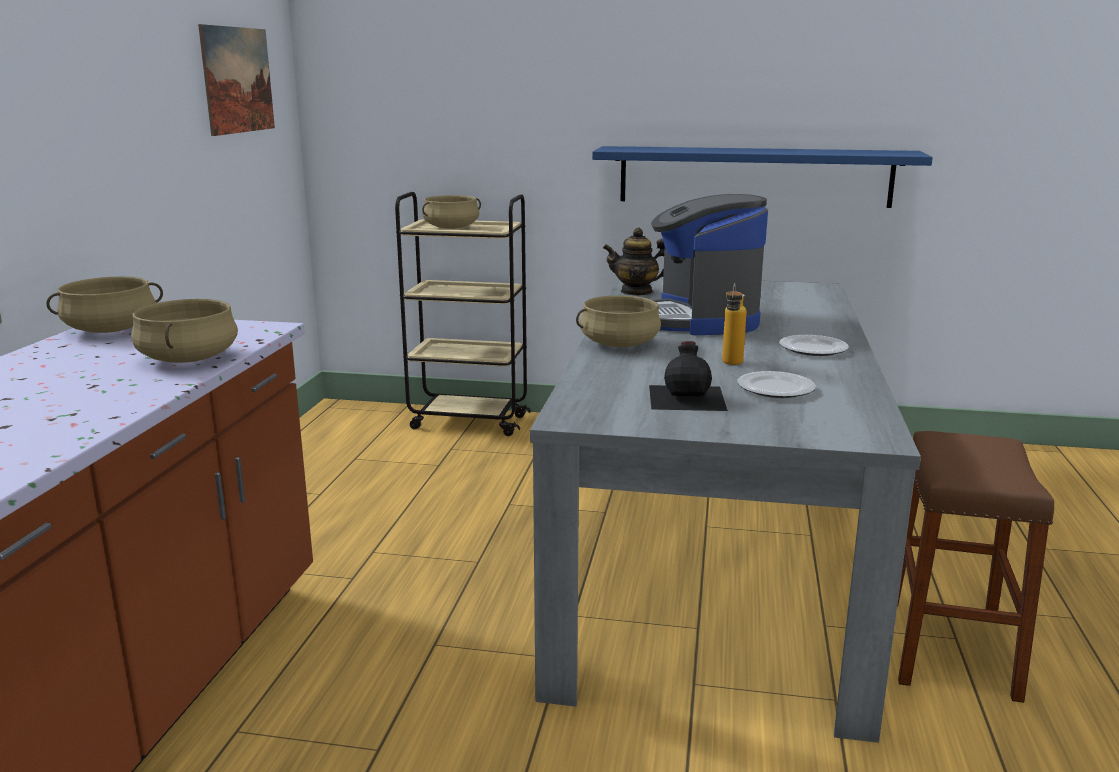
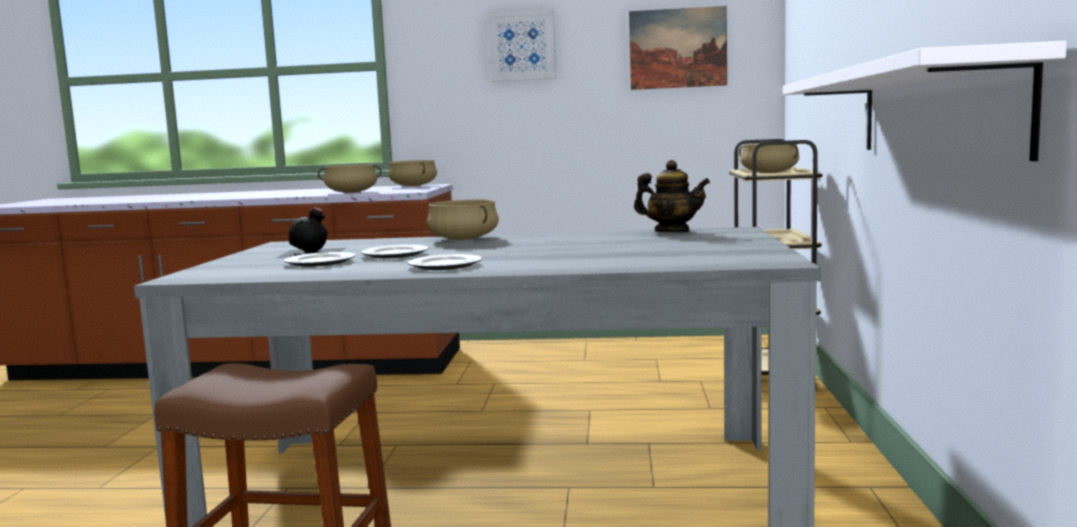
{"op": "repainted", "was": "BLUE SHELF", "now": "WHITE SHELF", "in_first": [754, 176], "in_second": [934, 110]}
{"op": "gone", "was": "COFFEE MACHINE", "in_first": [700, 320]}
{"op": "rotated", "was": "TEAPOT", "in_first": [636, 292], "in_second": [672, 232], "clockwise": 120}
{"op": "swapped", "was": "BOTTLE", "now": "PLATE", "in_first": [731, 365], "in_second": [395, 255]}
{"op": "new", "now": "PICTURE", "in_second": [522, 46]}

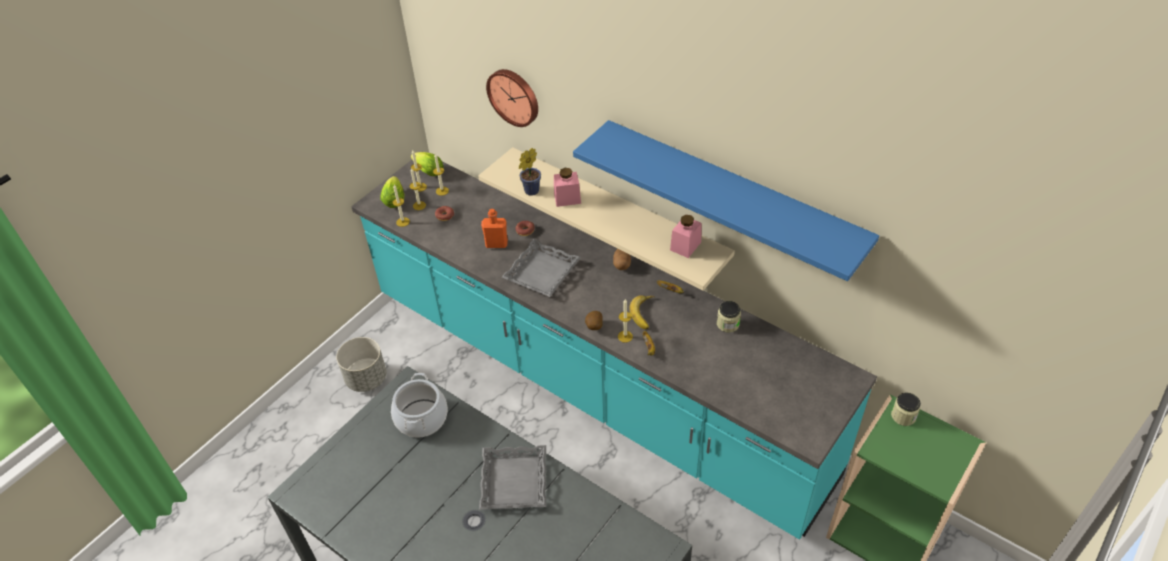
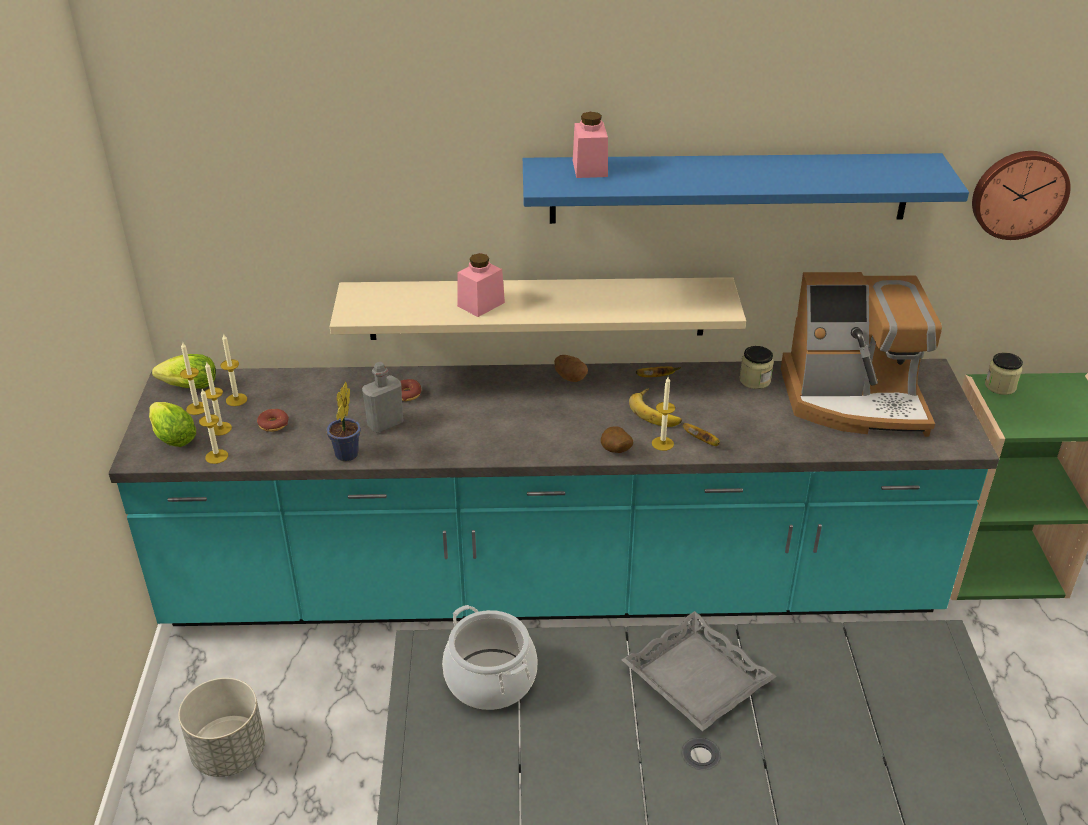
{"op": "shifted", "was": "WALL CLOCK", "in_first": [514, 96], "in_second": [1018, 193]}
{"op": "shifted", "was": "POTTED PLANT", "in_first": [530, 192], "in_second": [345, 456]}
{"op": "repainted", "was": "ORANGE BOTTLE", "now": "GREY BOTTLE", "in_first": [496, 244], "in_second": [385, 423]}
{"op": "shifted", "was": "PINK JAR", "in_first": [685, 246], "in_second": [590, 168]}
{"op": "gone", "was": "GREY TRAY", "in_first": [542, 273]}
{"op": "new", "now": "COFFEE MACHINE", "in_second": [854, 400]}

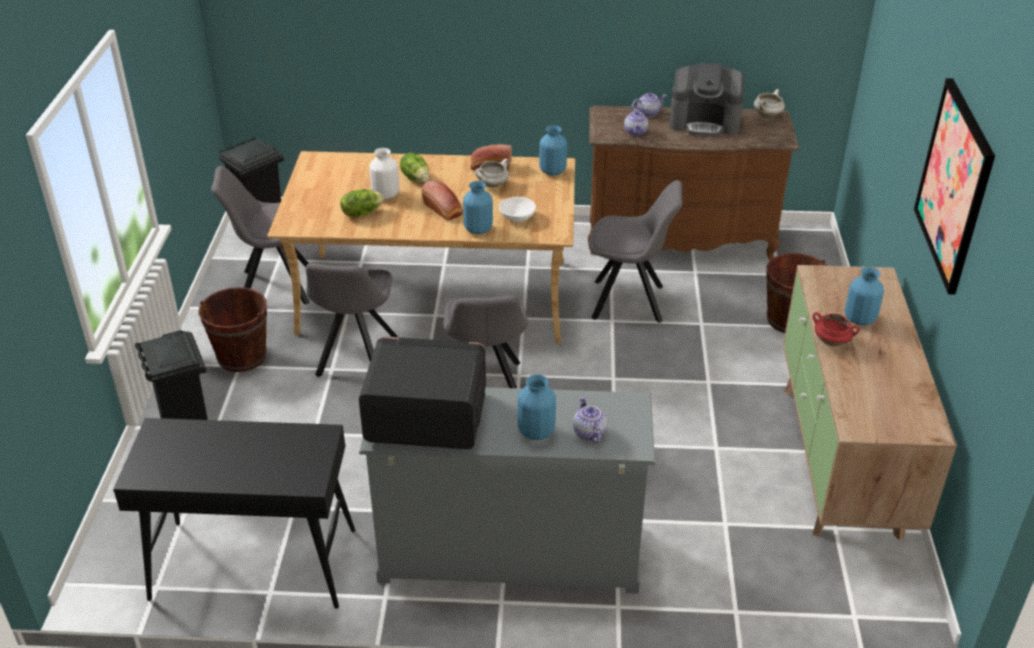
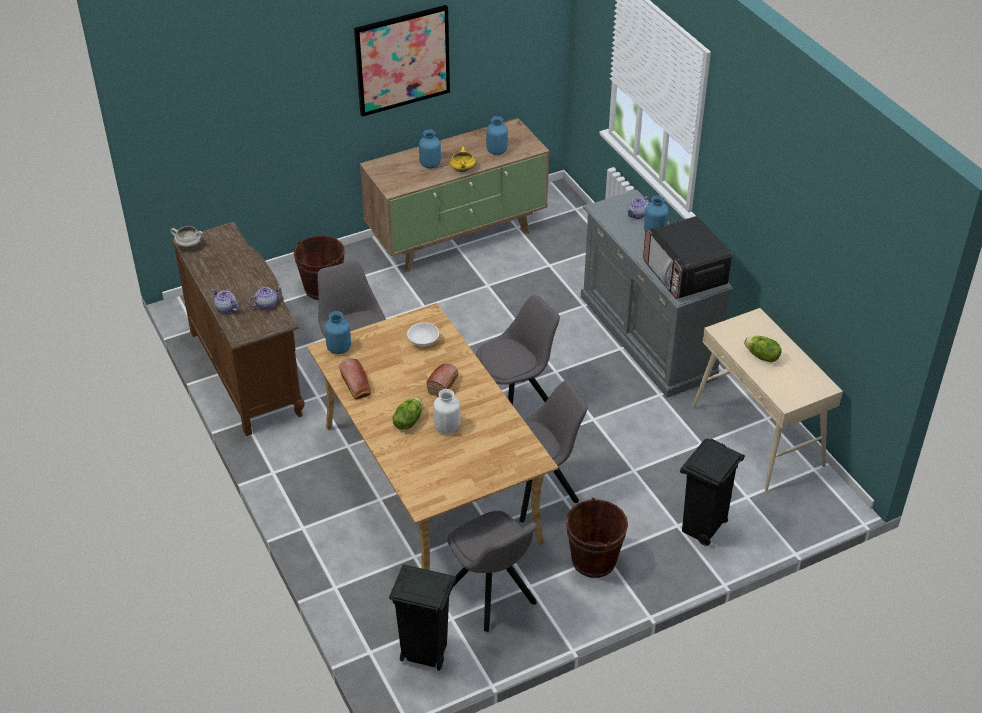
{"op": "gone", "was": "COFFEE MACHINE", "in_first": [704, 122]}
{"op": "gone", "was": "WHITE COOKING POT", "in_first": [492, 185]}
{"op": "shifted", "was": "BLUE VASE", "in_first": [478, 229], "in_second": [497, 151]}
{"op": "shifted", "was": "LETTUCE", "in_first": [361, 213], "in_second": [761, 356]}
{"op": "repainted", "was": "RED COOKING POT", "now": "YELLOW COOKING POT", "in_first": [832, 342], "in_second": [462, 169]}
{"op": "repainted", "was": "BLACK CONSOLE TABLE", "now": "BEIGE CONSOLE TABLE", "in_first": [253, 565], "in_second": [758, 436]}

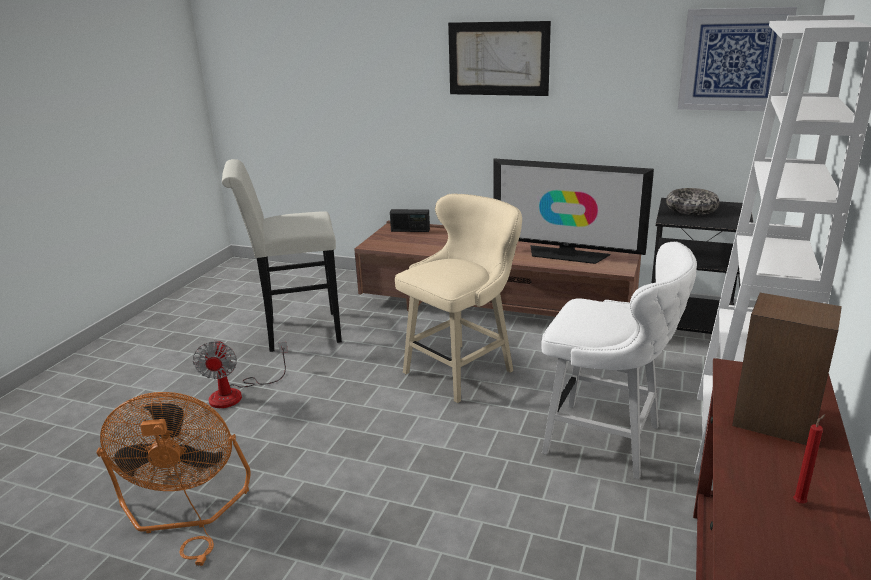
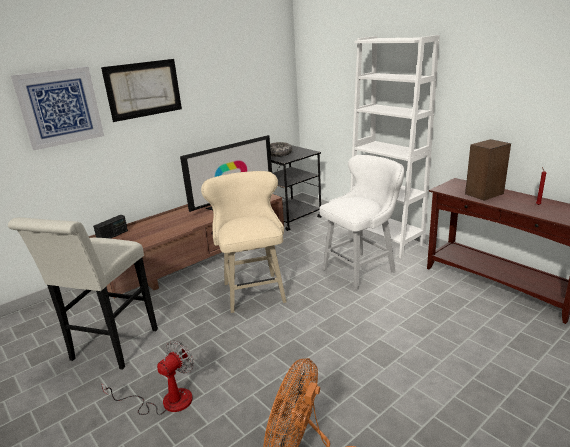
{"op": "shifted", "was": "PICTURE", "in_first": [734, 60], "in_second": [60, 107]}
{"op": "rotated", "was": "FAN", "in_first": [236, 394], "in_second": [166, 401], "clockwise": -75}

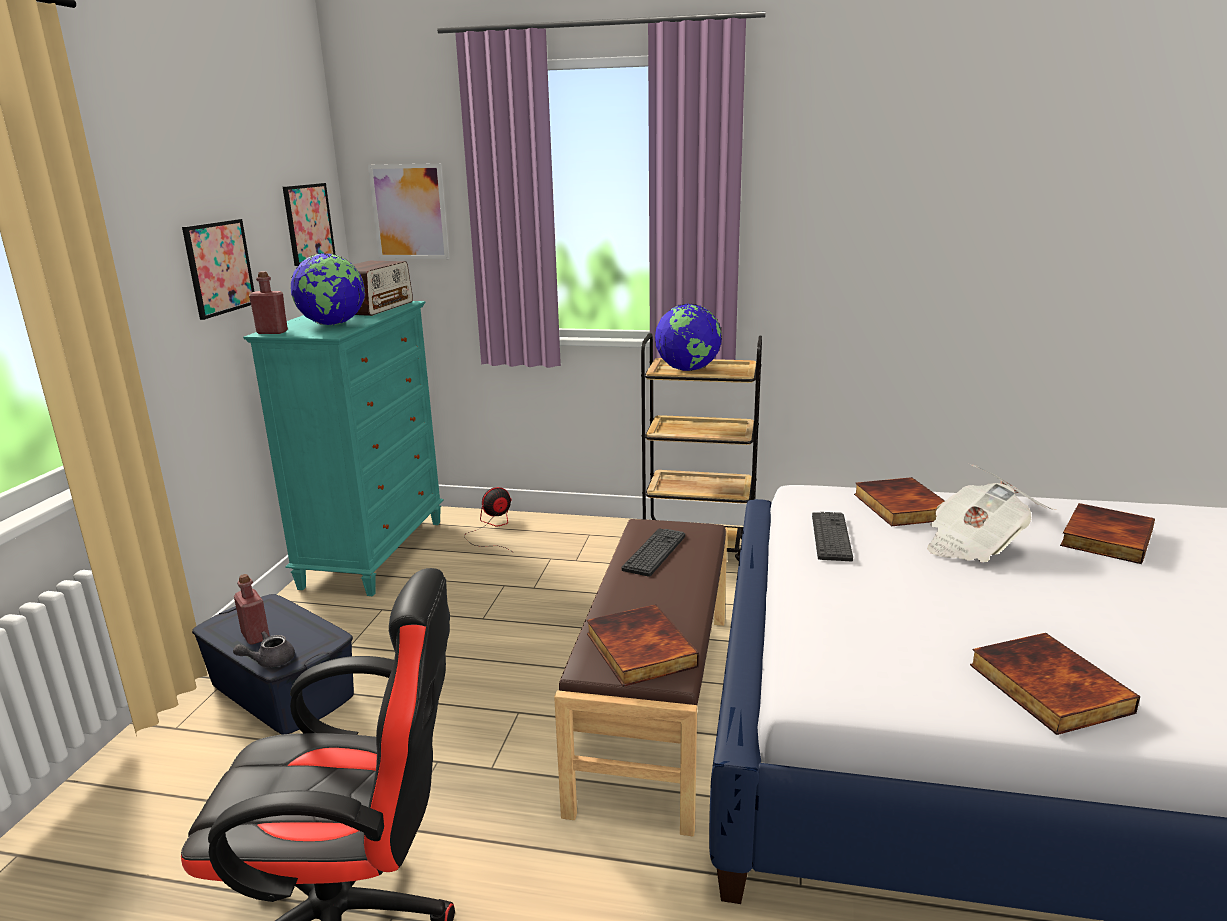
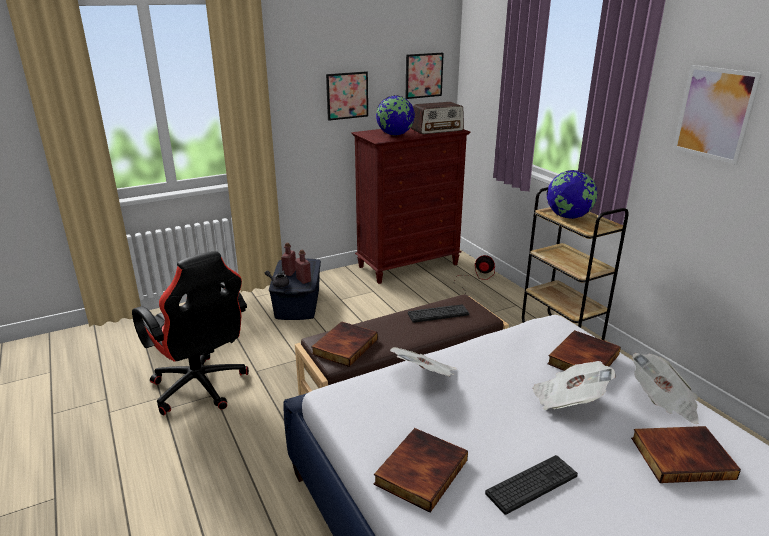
{"op": "shifted", "was": "PICTURE", "in_first": [409, 212], "in_second": [714, 113]}
{"op": "shifted", "was": "RED BOTTLE", "in_first": [272, 332], "in_second": [303, 280]}
{"op": "repainted", "was": "TURQUOISE DRESSER", "now": "RED DRESSER", "in_first": [374, 553], "in_second": [409, 265]}
{"op": "shifted", "was": "KEYBOARD", "in_first": [831, 537], "in_second": [532, 484]}
{"op": "new", "now": "NEWSPAPER", "in_second": [425, 377]}

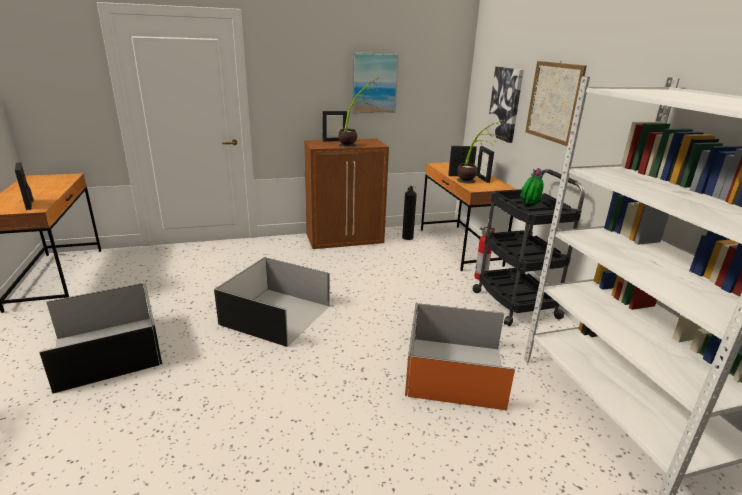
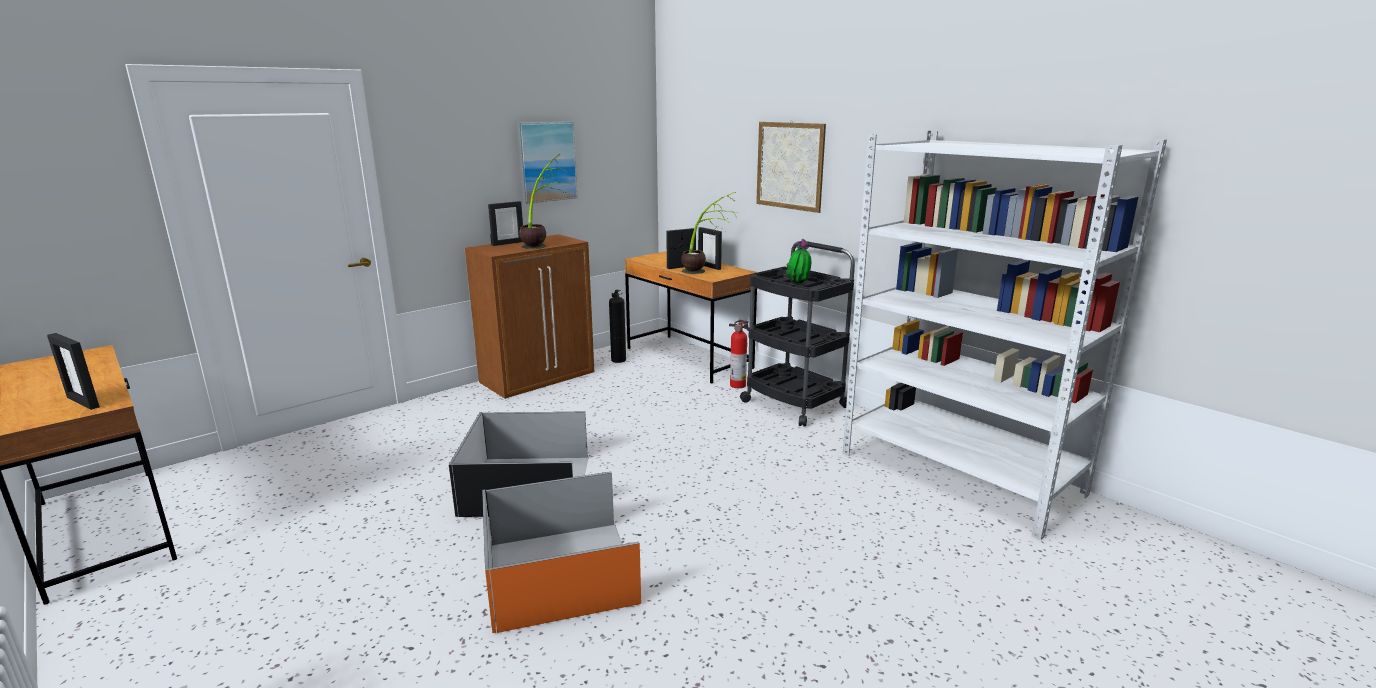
{"op": "gone", "was": "PICTURE", "in_first": [505, 104]}
{"op": "gone", "was": "BLACK STORAGE BOX", "in_first": [107, 350]}
{"op": "shifted", "was": "ORANGE STORAGE BOX", "in_first": [455, 372], "in_second": [560, 574]}

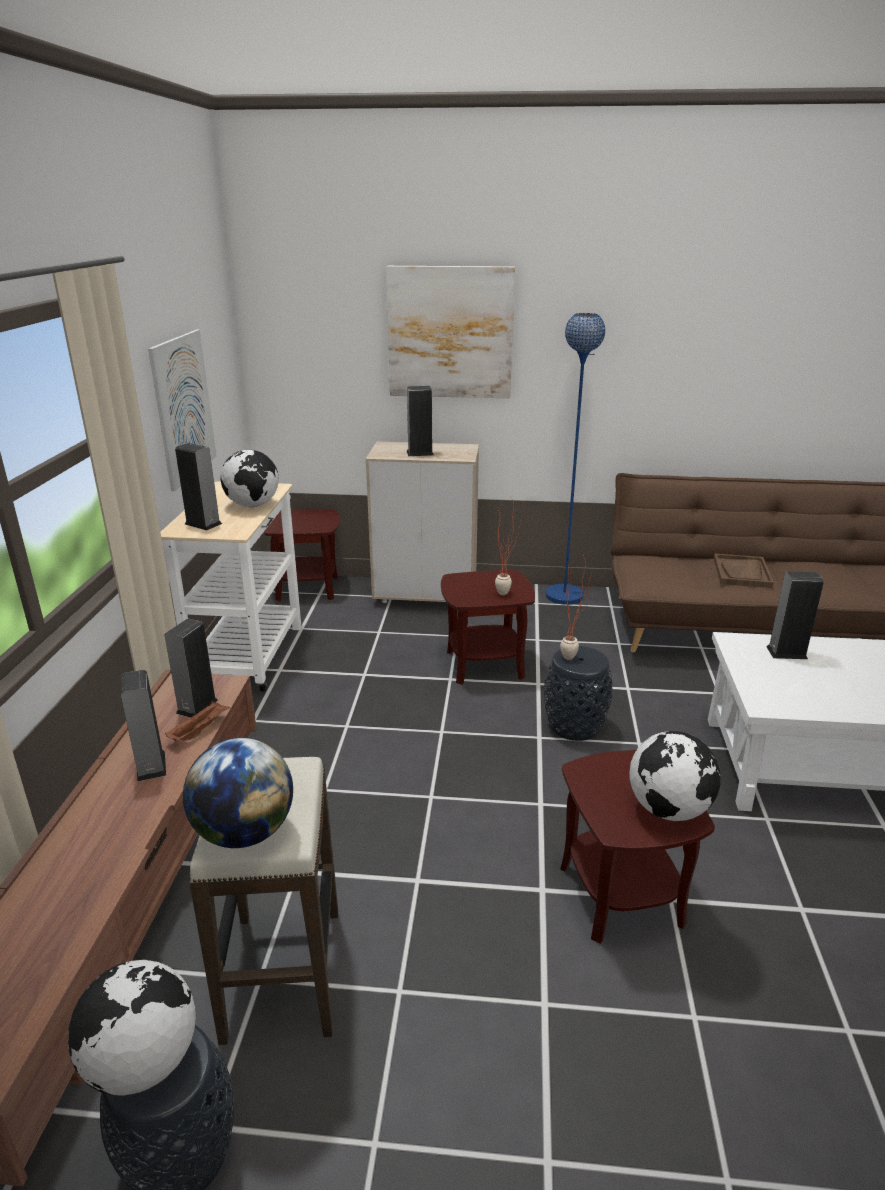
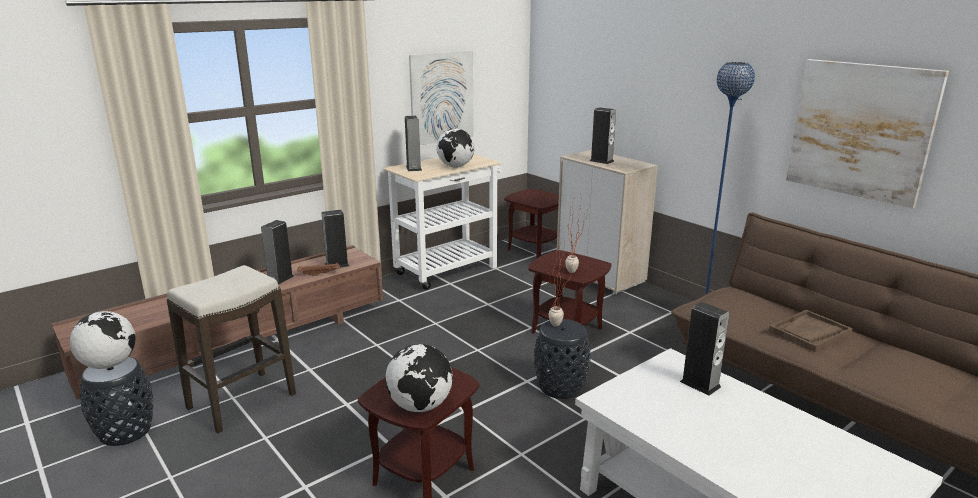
{"op": "shifted", "was": "PICTURE", "in_first": [450, 333], "in_second": [860, 130]}
{"op": "gone", "was": "GLOBE", "in_first": [244, 832]}

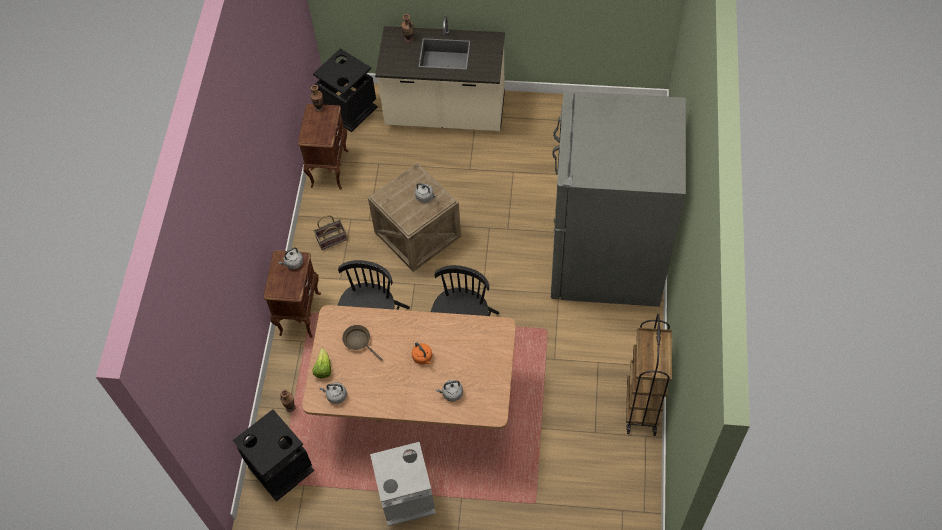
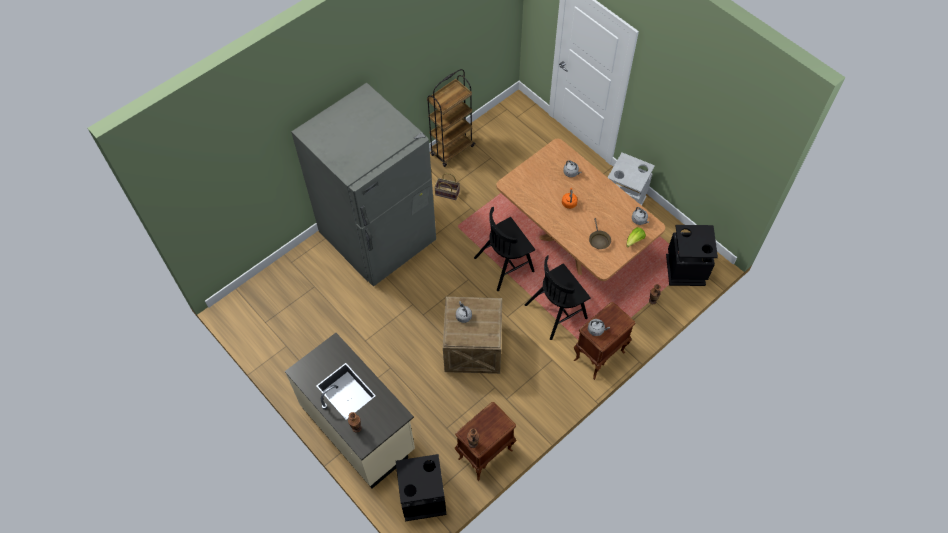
{"op": "shifted", "was": "BASKET", "in_first": [332, 238], "in_second": [446, 193]}

